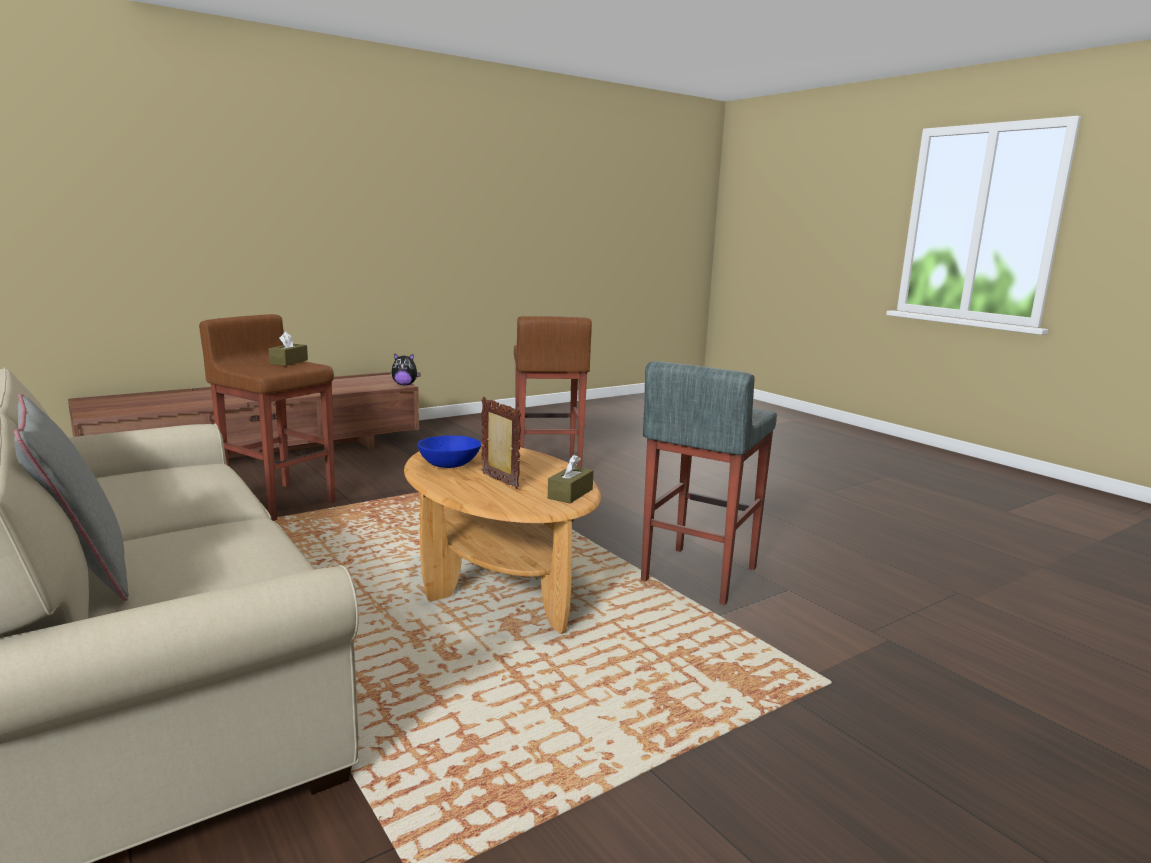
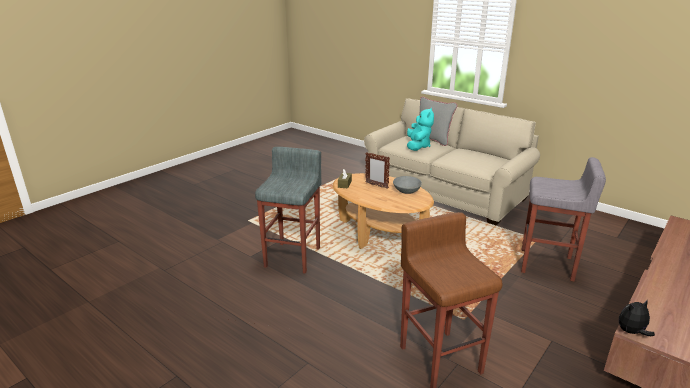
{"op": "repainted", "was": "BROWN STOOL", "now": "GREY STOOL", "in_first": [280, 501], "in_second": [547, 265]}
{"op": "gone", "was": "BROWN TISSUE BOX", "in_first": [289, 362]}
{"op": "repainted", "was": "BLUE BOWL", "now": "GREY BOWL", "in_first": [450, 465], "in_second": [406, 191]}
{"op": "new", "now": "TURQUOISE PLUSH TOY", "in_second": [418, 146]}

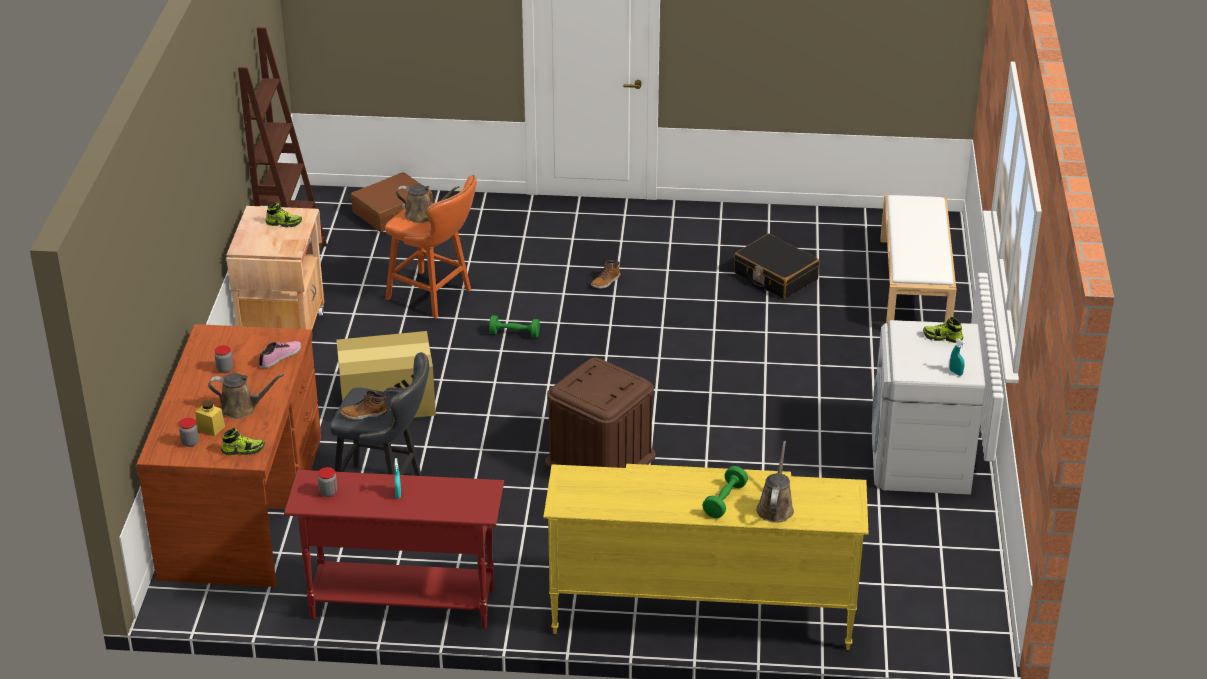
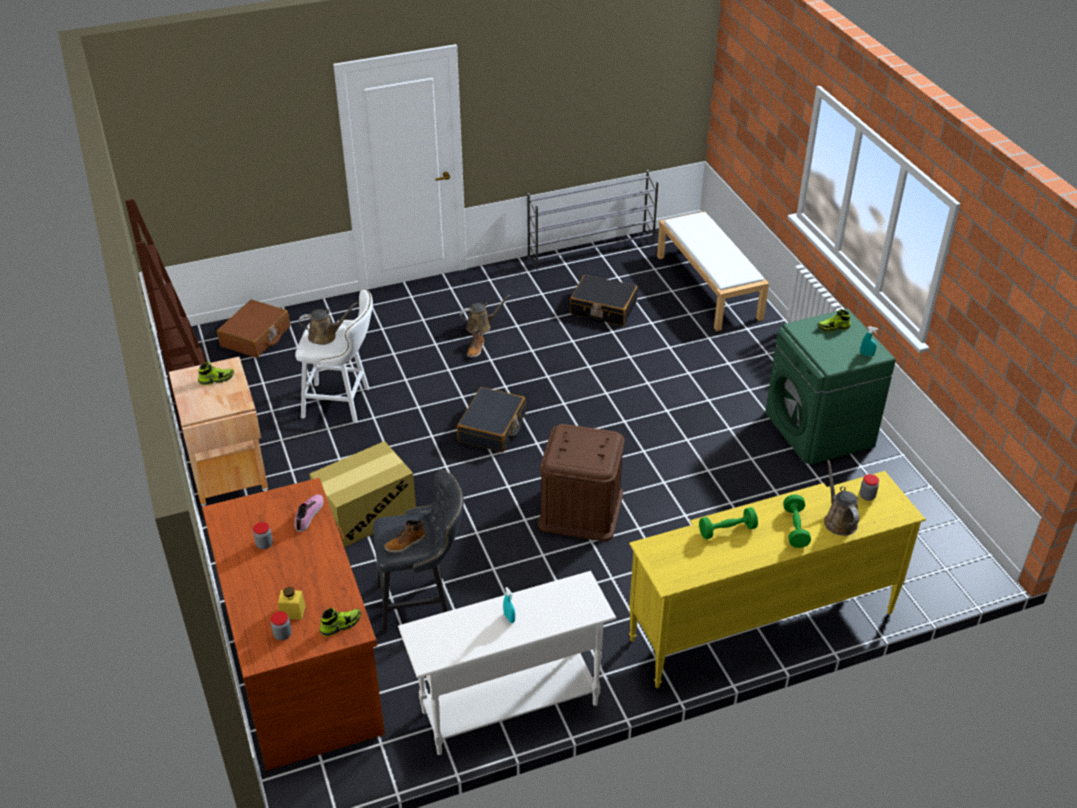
{"op": "repainted", "was": "ORANGE STOOL", "now": "WHITE STOOL", "in_first": [436, 297], "in_second": [345, 403]}
{"op": "shifted", "was": "GREEN DUMBBELL", "in_first": [514, 334], "in_second": [727, 530]}
{"op": "repainted", "was": "WHITE WASHING MACHINE", "now": "GREEN WASHING MACHINE", "in_first": [918, 459], "in_second": [817, 430]}
{"op": "shifted", "was": "BROWN WATERING CAN", "in_first": [242, 408], "in_second": [481, 326]}
{"op": "shifted", "was": "JAR", "in_first": [328, 492], "in_second": [867, 496]}
{"op": "repainted", "was": "RED CONSOLE TABLE", "now": "WHITE CONSOLE TABLE", "in_first": [402, 603], "in_second": [509, 707]}
{"op": "new", "now": "GREY SHOE RACK", "in_second": [592, 251]}
{"op": "new", "now": "BLACK SUITCASE", "in_second": [492, 428]}

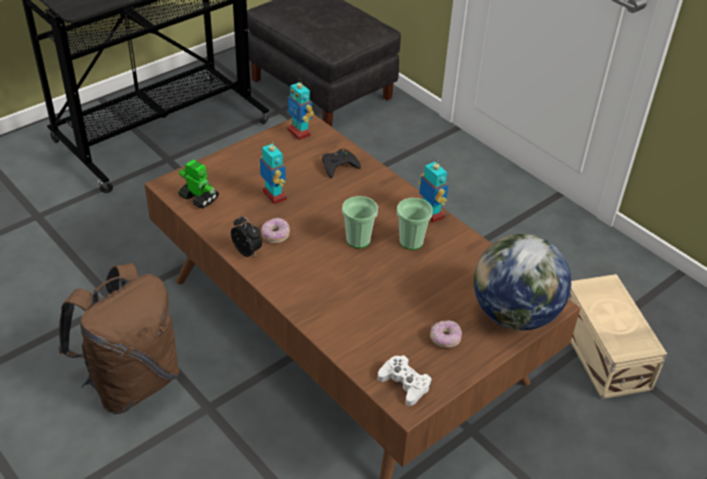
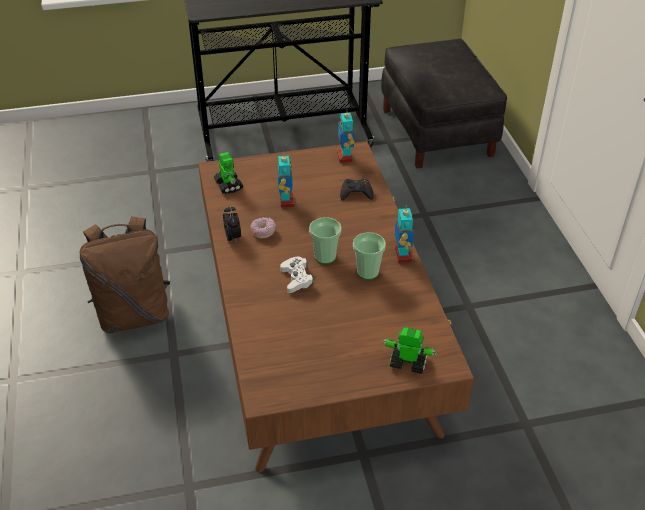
{"op": "swapped", "was": "GLOBE", "now": "TOY ROBOT", "in_first": [514, 315], "in_second": [407, 362]}
{"op": "gone", "was": "BEIGE STORAGE BOX", "in_first": [602, 354]}
{"op": "gone", "was": "DONUT", "in_first": [445, 339]}
{"op": "shifted", "was": "WHITE GAME CONTROLLER", "in_first": [404, 384], "in_second": [296, 279]}

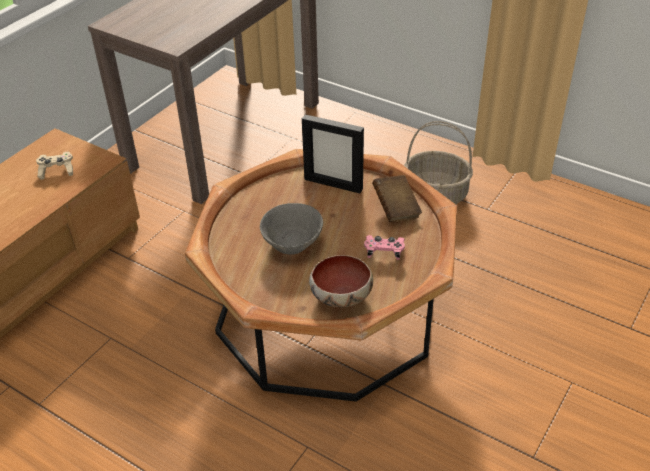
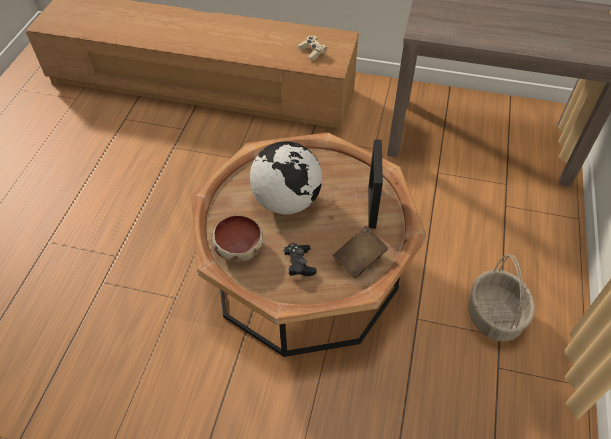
{"op": "swapped", "was": "GREY BOWL", "now": "GLOBE", "in_first": [291, 243], "in_second": [286, 201]}
{"op": "repainted", "was": "PINK GAME CONTROLLER", "now": "BLACK GAME CONTROLLER", "in_first": [384, 252], "in_second": [299, 264]}

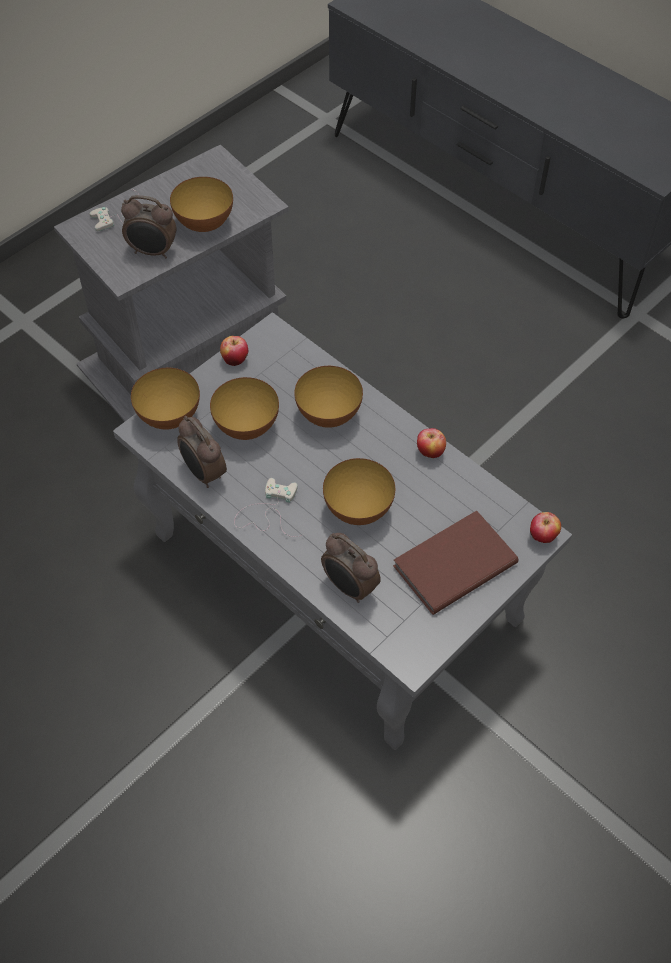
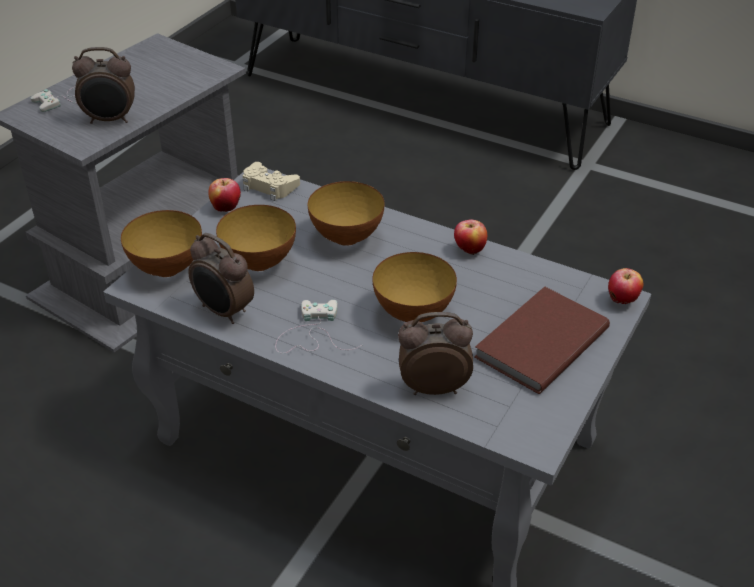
{"op": "gone", "was": "BOWL", "in_first": [204, 224]}
{"op": "rotated", "was": "ALARM CLOCK", "in_first": [349, 587], "in_second": [433, 387], "clockwise": 150}
{"op": "new", "now": "BEIGE GAME CONTROLLER", "in_second": [269, 186]}

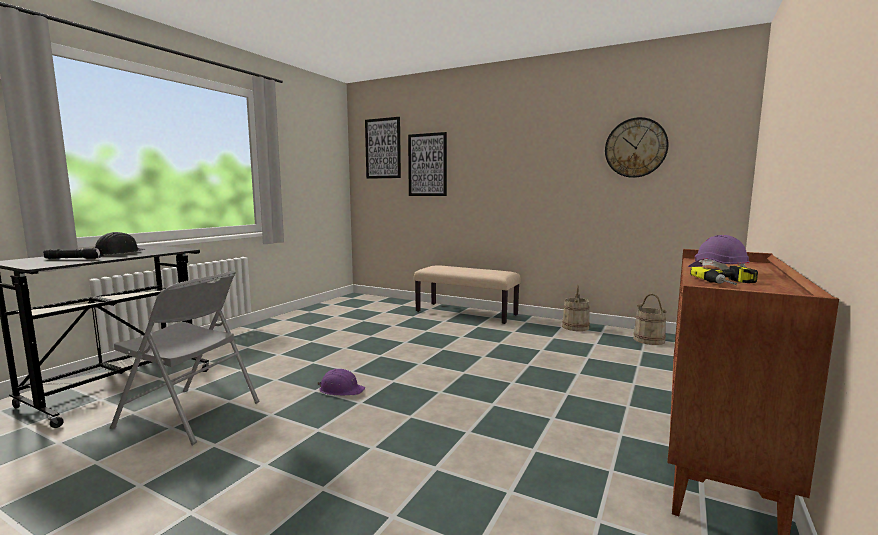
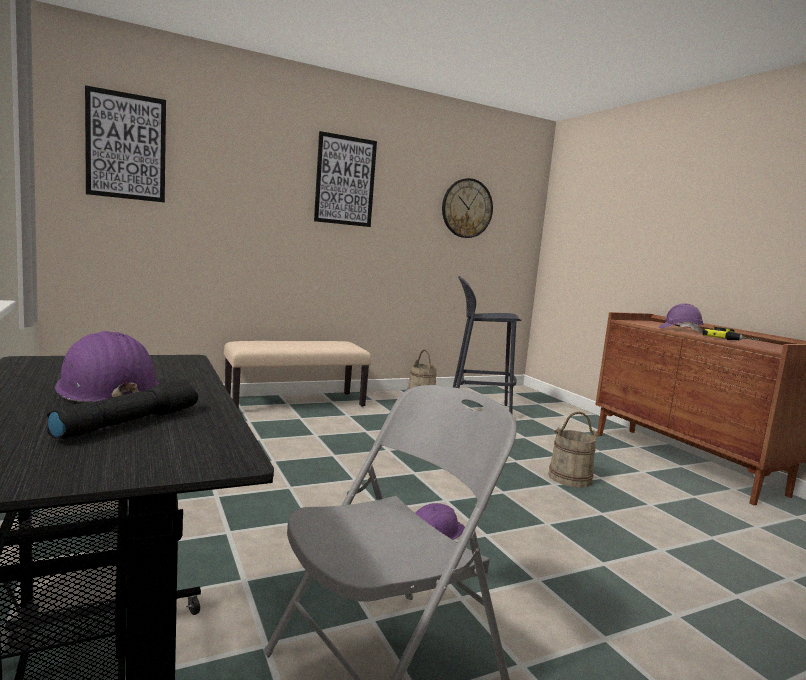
{"op": "shifted", "was": "PICTURE", "in_first": [427, 165], "in_second": [345, 180]}
{"op": "repainted", "was": "BLACK HARD HAT", "now": "PURPLE HARD HAT", "in_first": [119, 253], "in_second": [106, 388]}
{"op": "shifted", "was": "BEIGE BUCKET", "in_first": [649, 340], "in_second": [570, 478]}
{"op": "new", "now": "GREY STOOL", "in_second": [477, 409]}

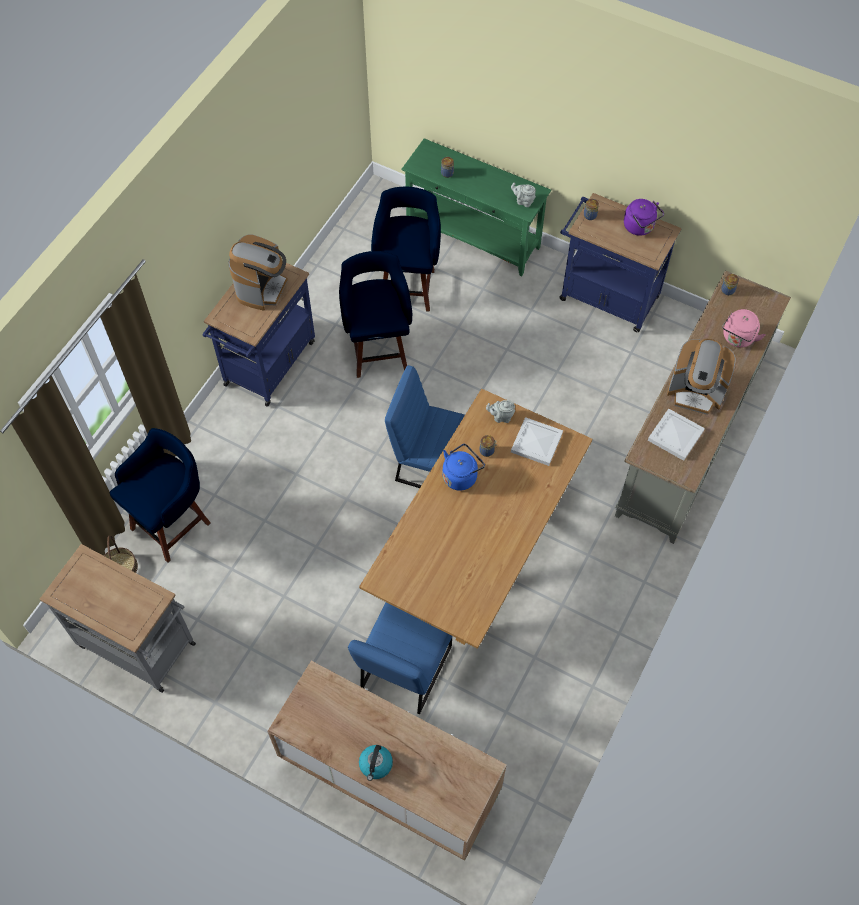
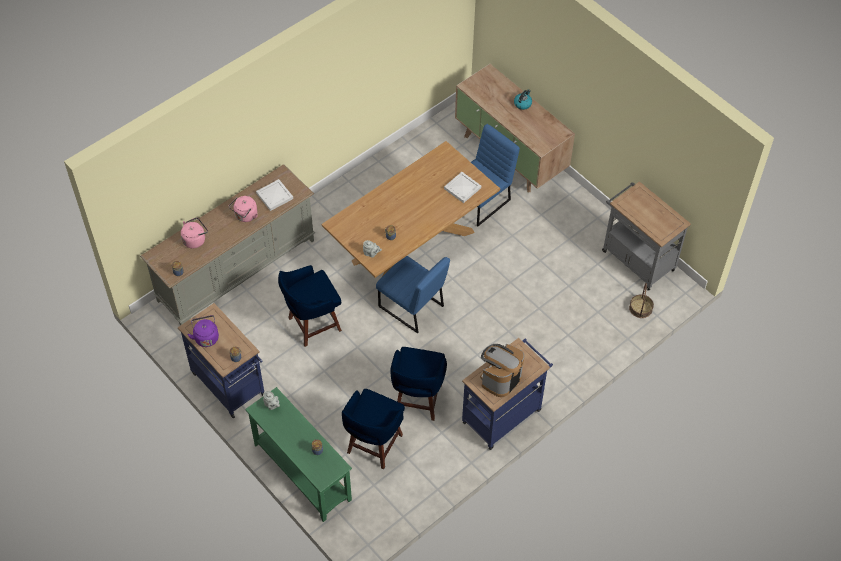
{"op": "swapped", "was": "COFFEE MACHINE", "now": "PINK KETTLE", "in_first": [695, 392], "in_second": [245, 216]}
{"op": "shifted", "was": "WHITE TRAY", "in_first": [535, 443], "in_second": [463, 188]}
{"op": "shifted", "was": "BLUE STOOL", "in_first": [173, 524], "in_second": [312, 325]}
{"op": "gone", "was": "BLUE KETTLE", "in_first": [461, 475]}

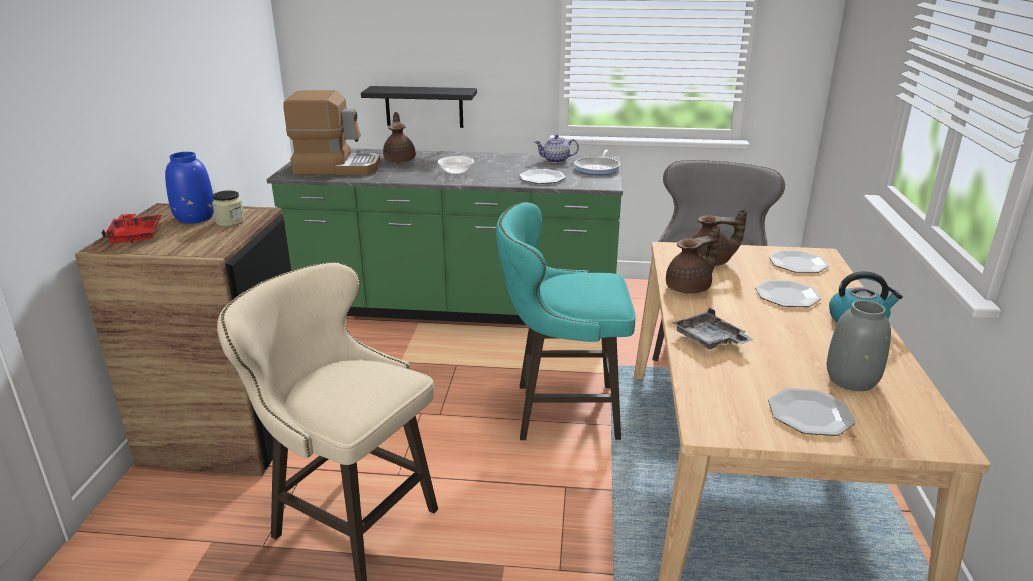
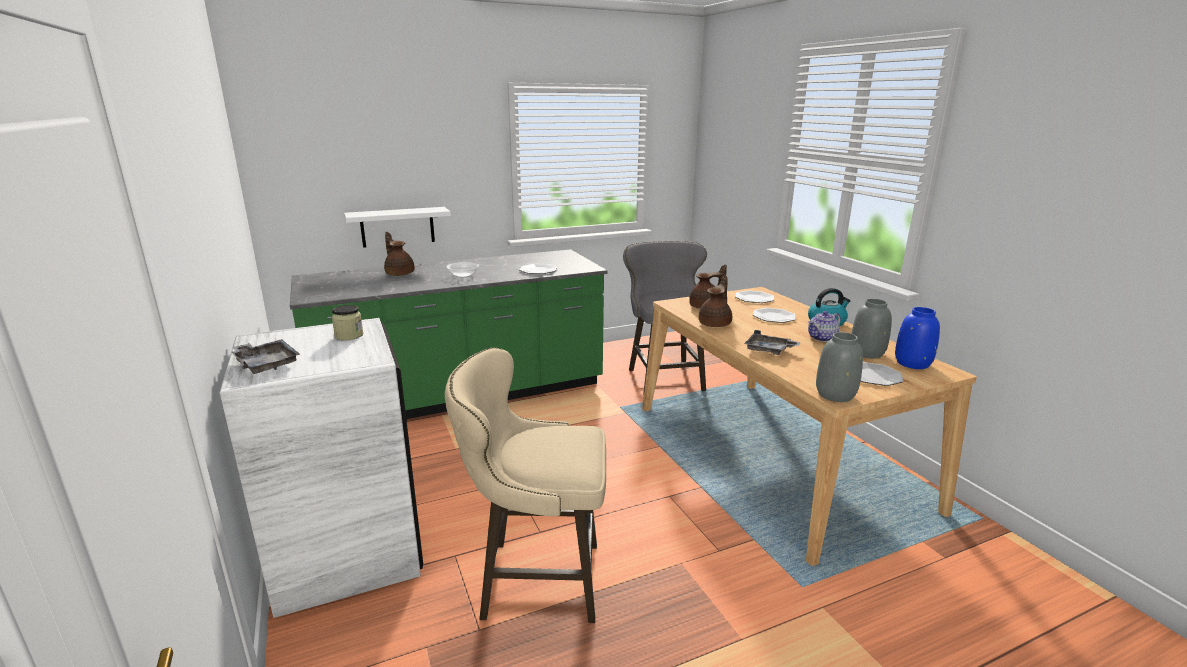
{"op": "repainted", "was": "BLACK SHELF", "now": "WHITE SHELF", "in_first": [424, 106], "in_second": [397, 227]}
{"op": "gone", "was": "COFFEE MACHINE", "in_first": [337, 167]}
{"op": "shifted", "was": "TEAPOT", "in_first": [556, 160], "in_second": [822, 338]}
{"op": "gone", "was": "FRYING PAN", "in_first": [598, 168]}
{"op": "shifted", "was": "BLUE VASE", "in_first": [195, 217], "in_second": [912, 363]}
{"op": "gone", "was": "TURQUOISE STOOL", "in_first": [560, 411]}
{"op": "repainted", "was": "BROWN CABINET", "now": "WHITE CABINET", "in_first": [229, 431], "in_second": [347, 551]}
{"op": "repainted", "was": "RED TRAY", "now": "GREY TRAY", "in_first": [135, 236], "in_second": [266, 364]}
{"op": "new", "now": "GREY VASE", "in_second": [835, 395]}

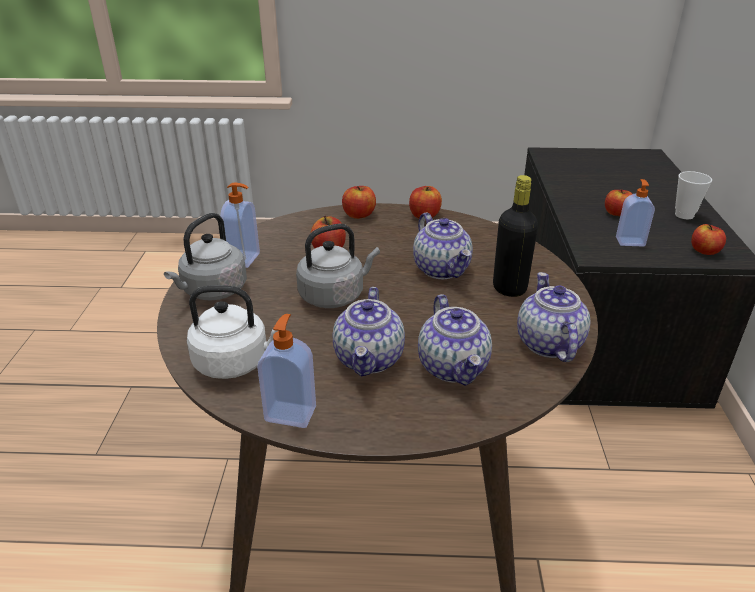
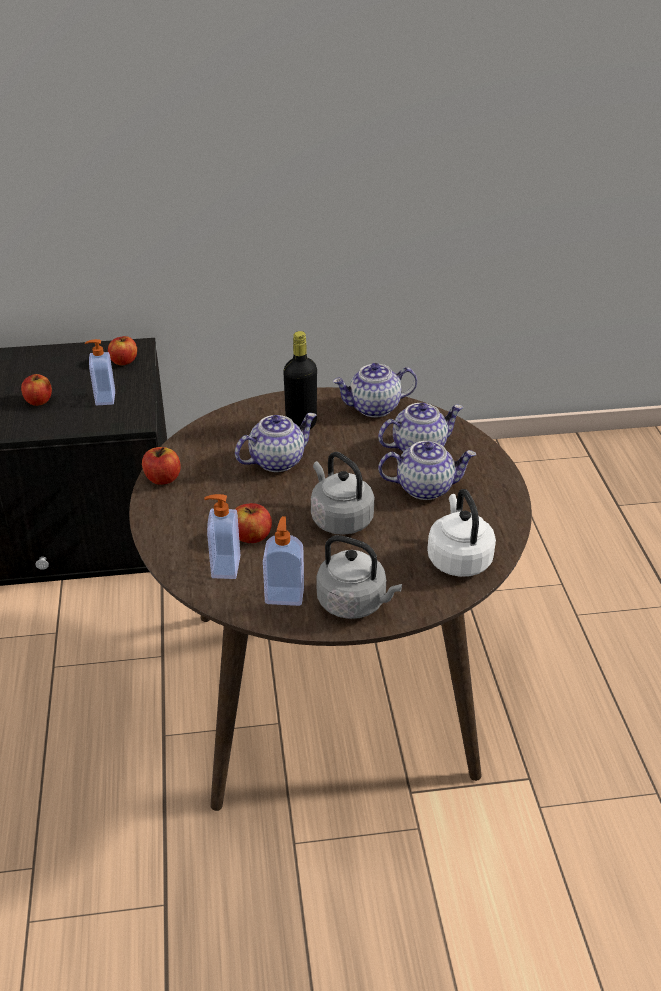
{"op": "gone", "was": "CUP", "in_first": [684, 215]}
{"op": "gone", "was": "APPLE", "in_first": [359, 215]}
{"op": "shifted", "was": "SOAP DISPENSER", "in_first": [291, 413], "in_second": [224, 567]}

